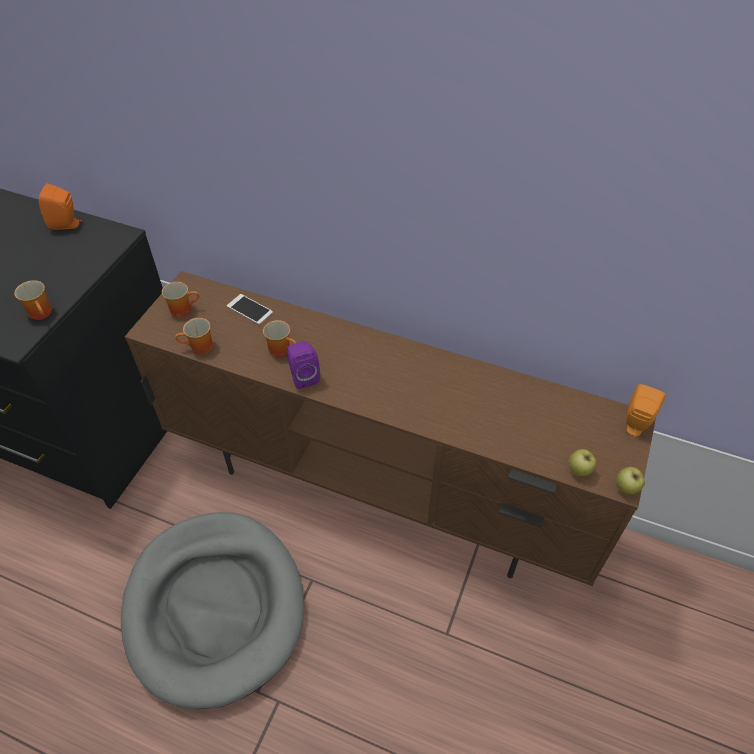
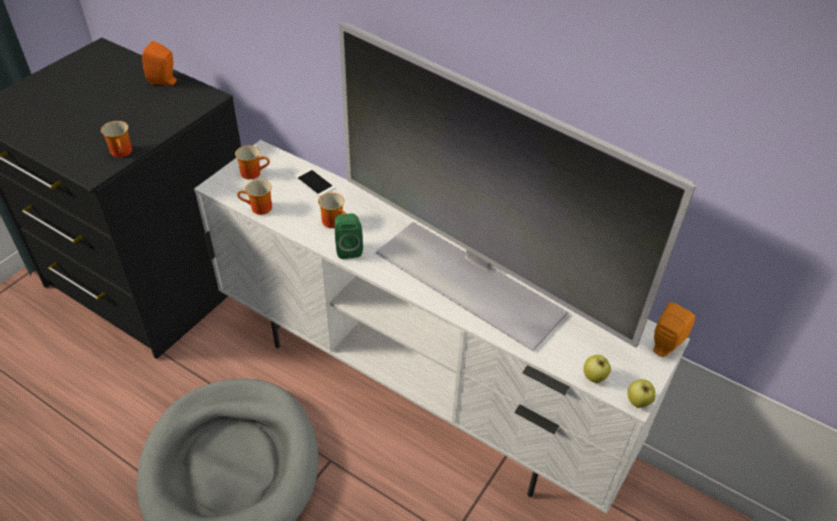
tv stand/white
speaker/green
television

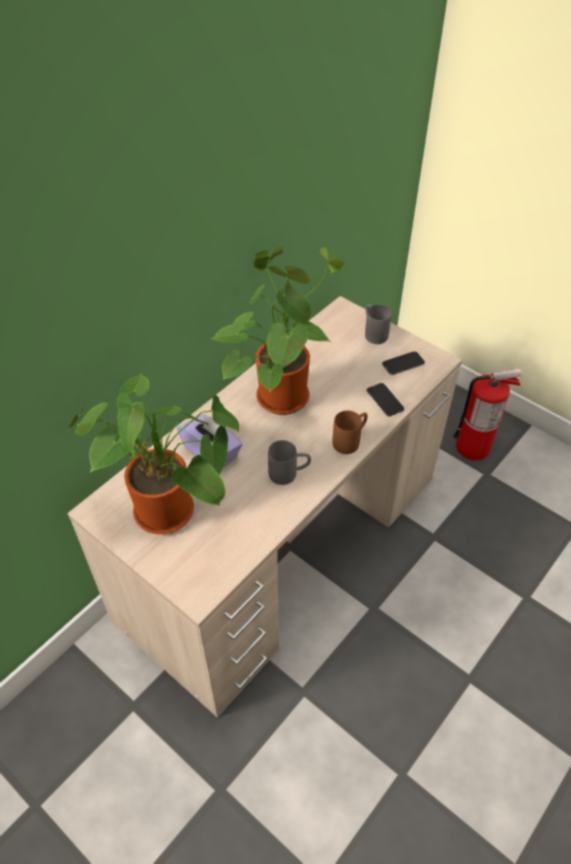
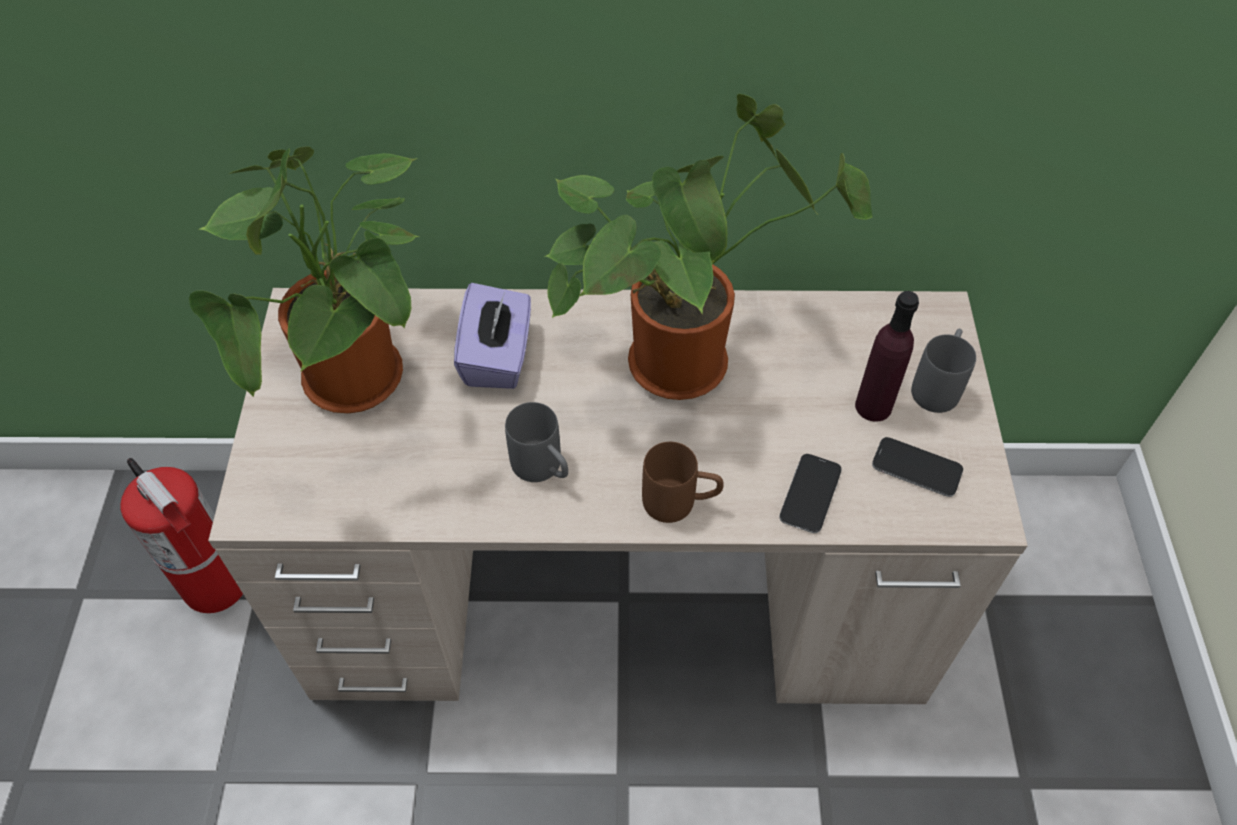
fire extinguisher
bottle/purple

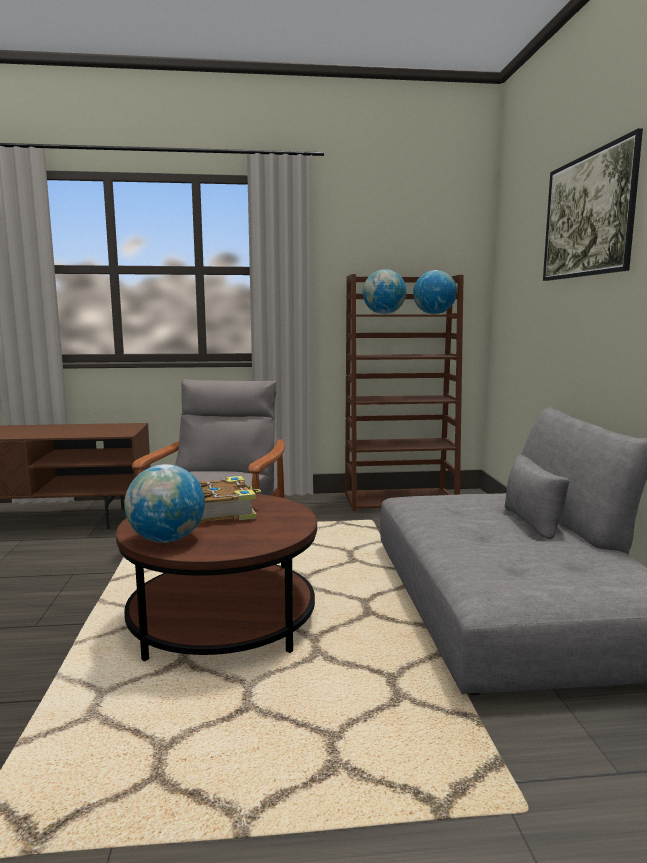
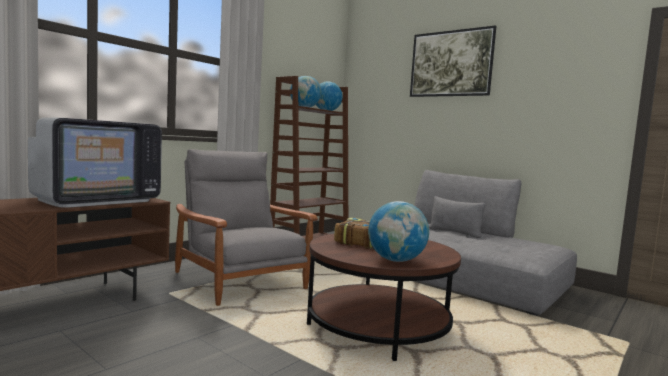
television

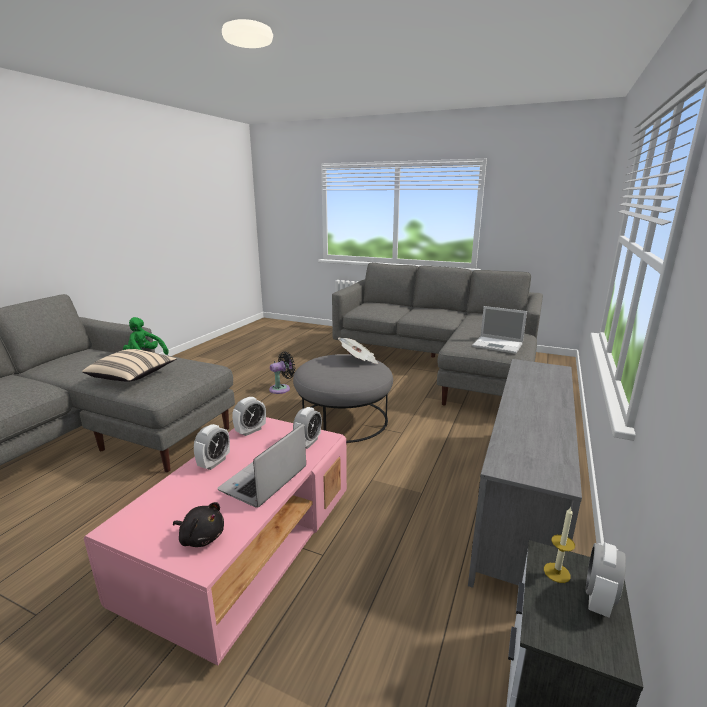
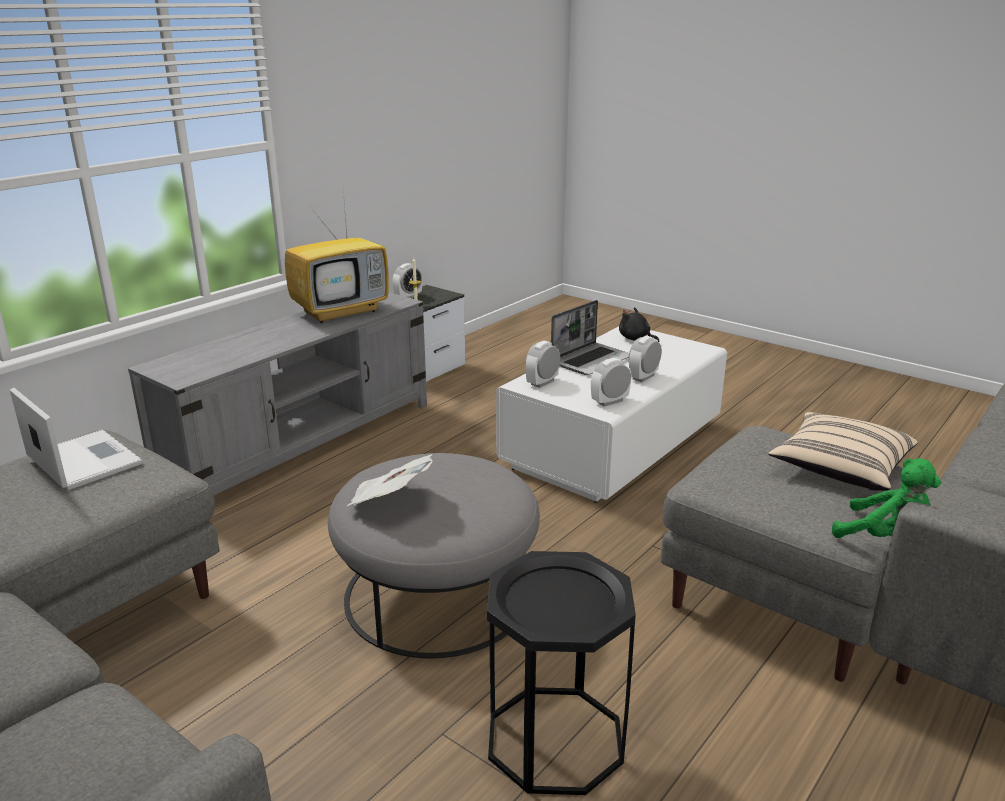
television
side table/black
coffee table/white

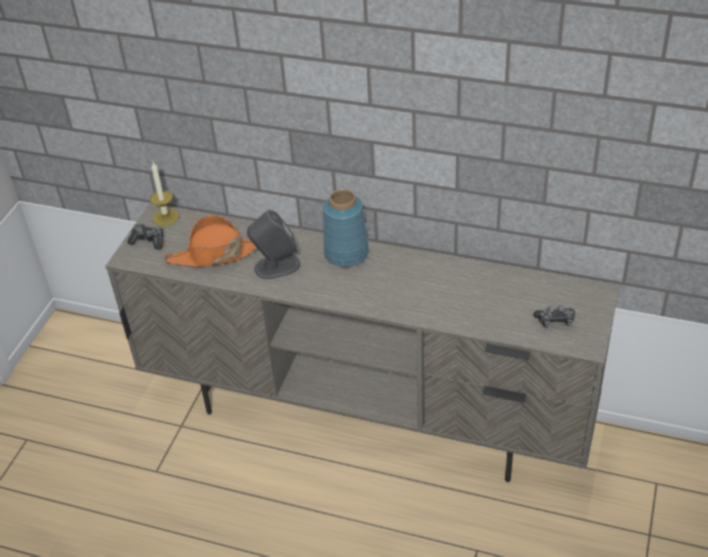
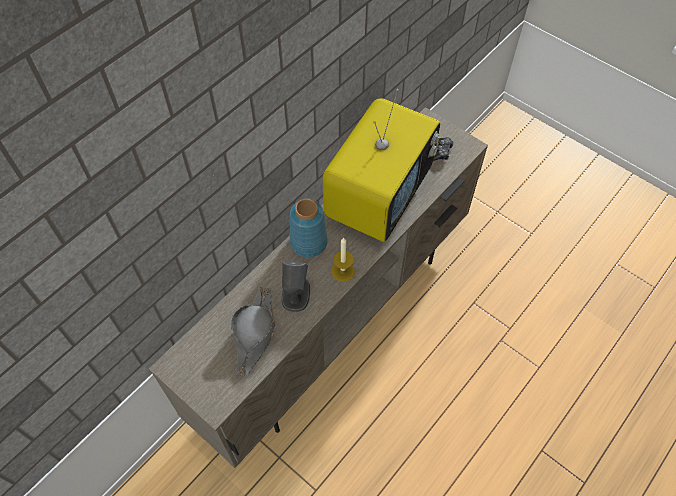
hat/grey
television
candle
game controller (1st from left in the first image)

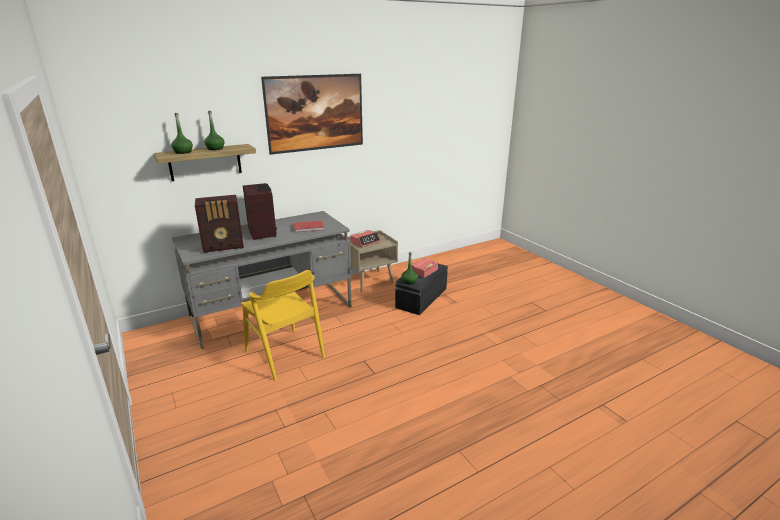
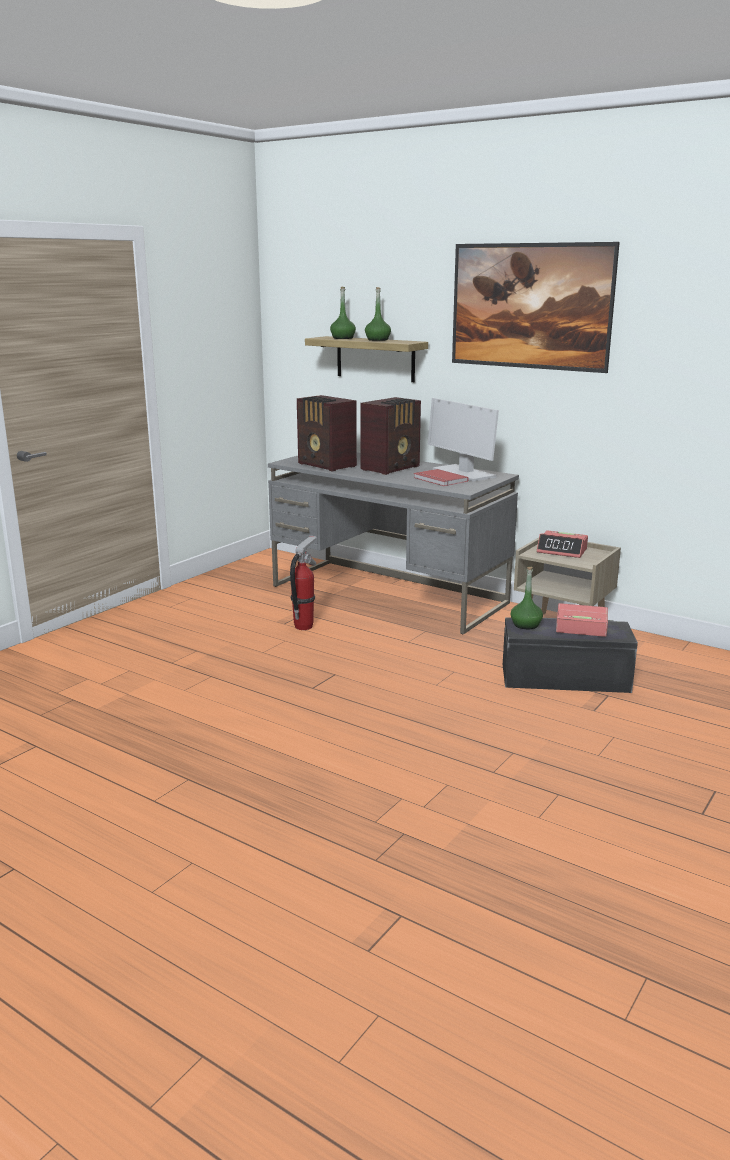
fire extinguisher
monitor

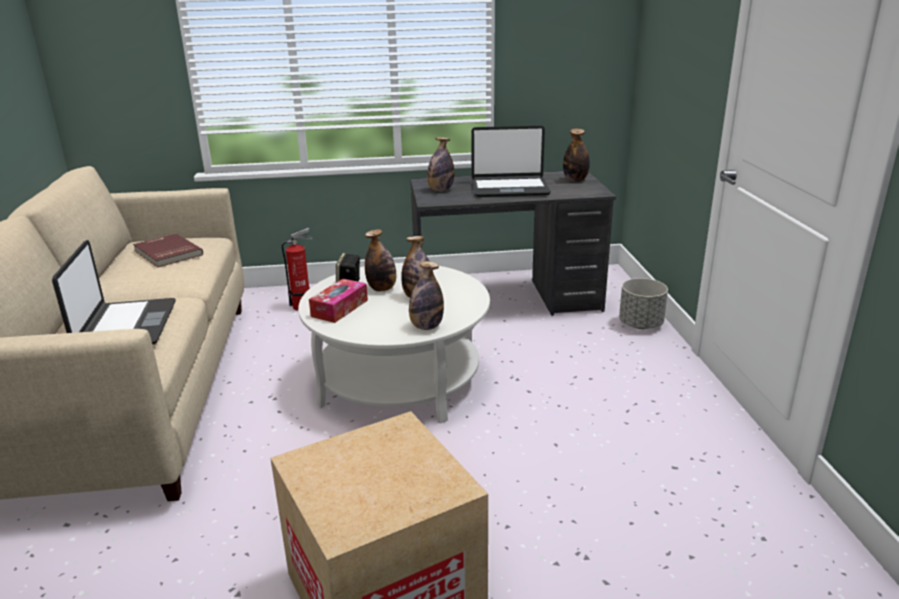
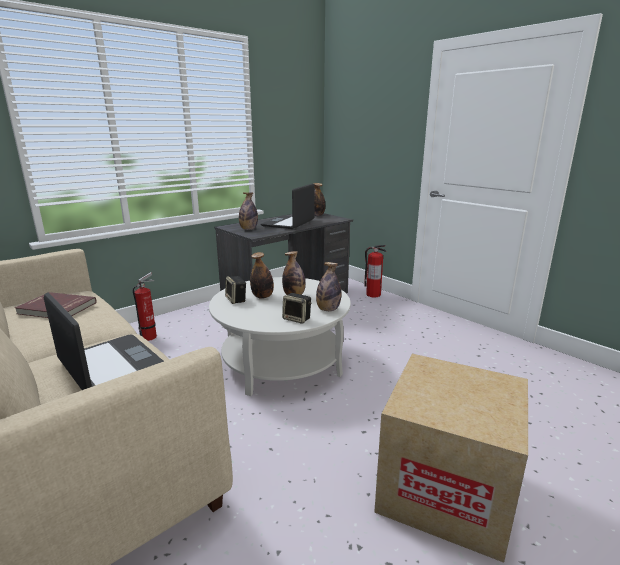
laptop (2nd from left)
speaker (2nd from left)
fire extinguisher (2nd from left)
tissue box

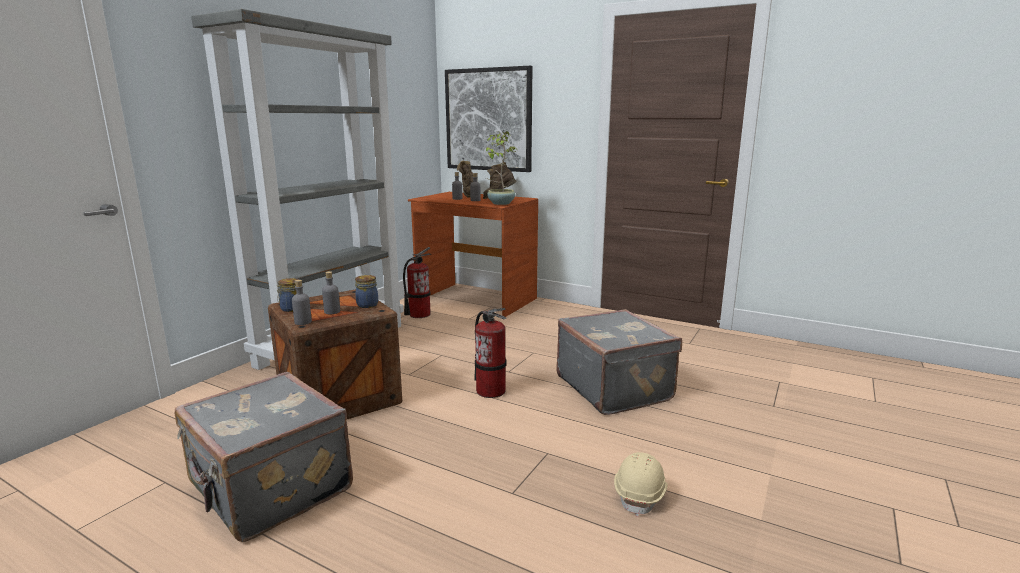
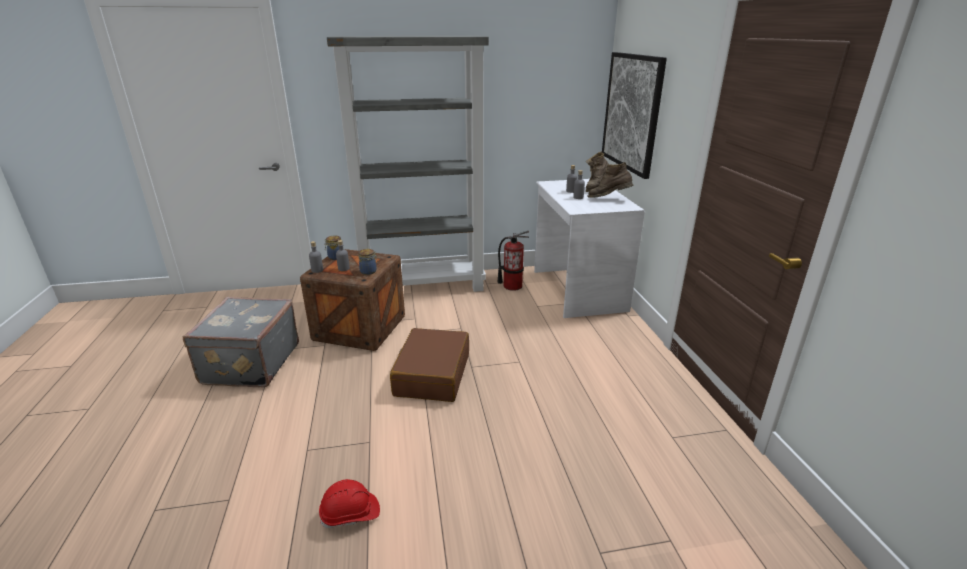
hard hat/red
suitcase/brown
desk/white
potted plant
suitcase/grey (2nd from left in the first image)

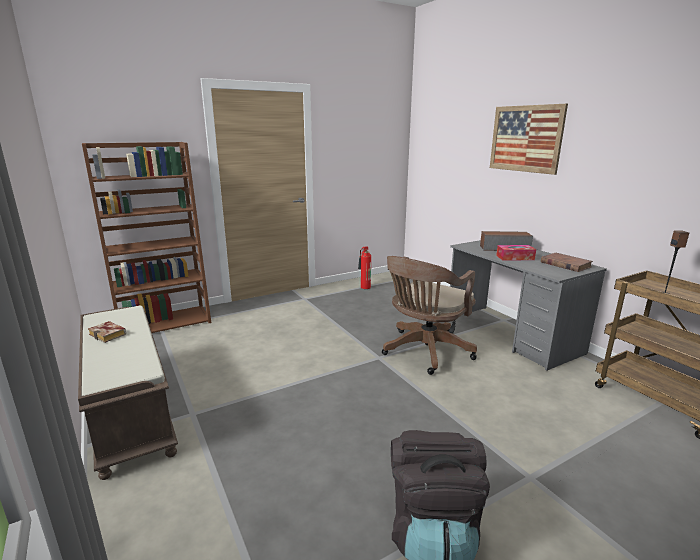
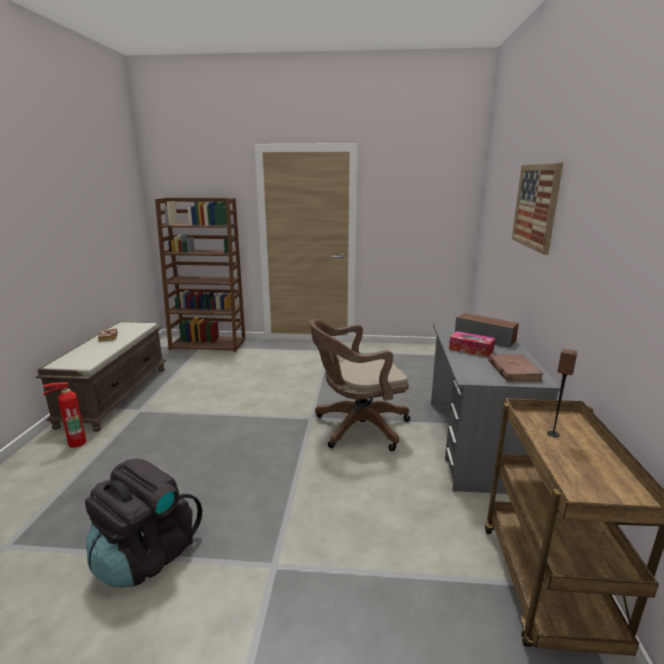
fire extinguisher

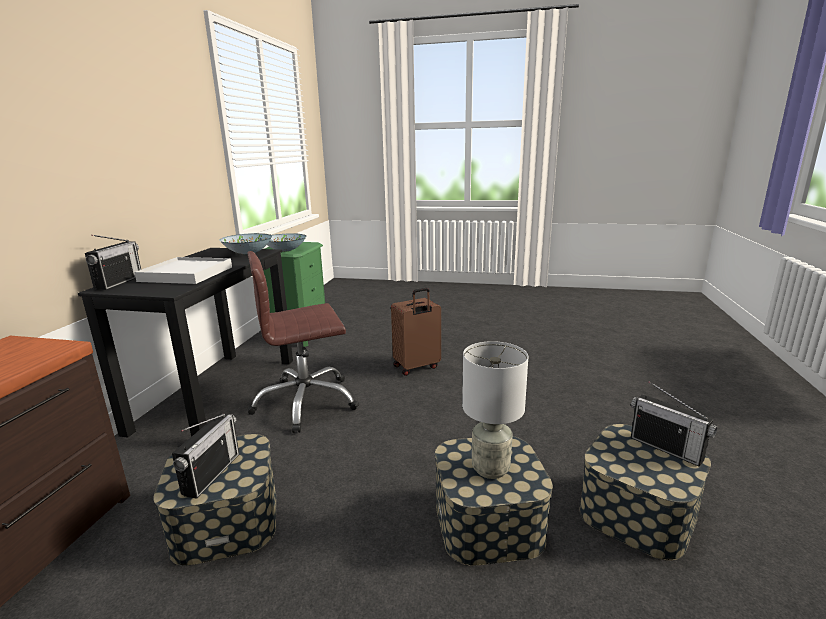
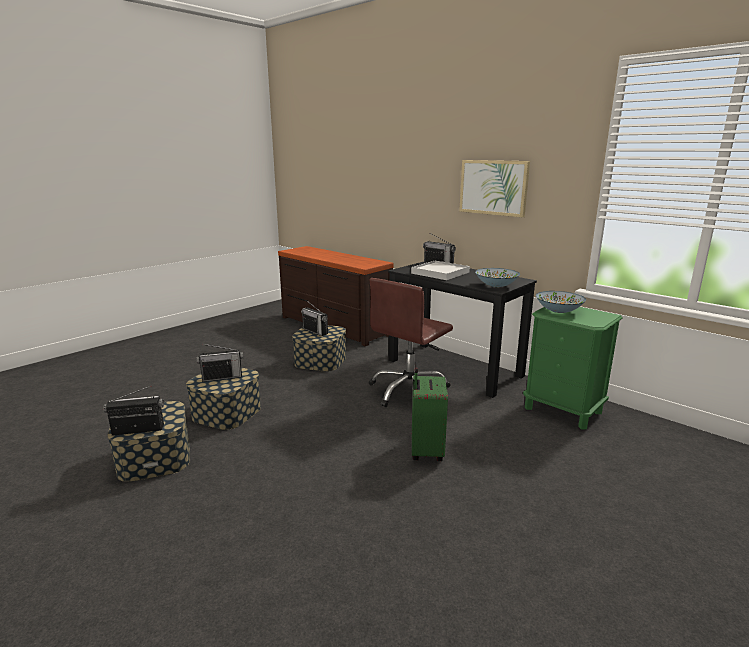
radio (2nd from left)
office chair/brown
suitcase/green
picture

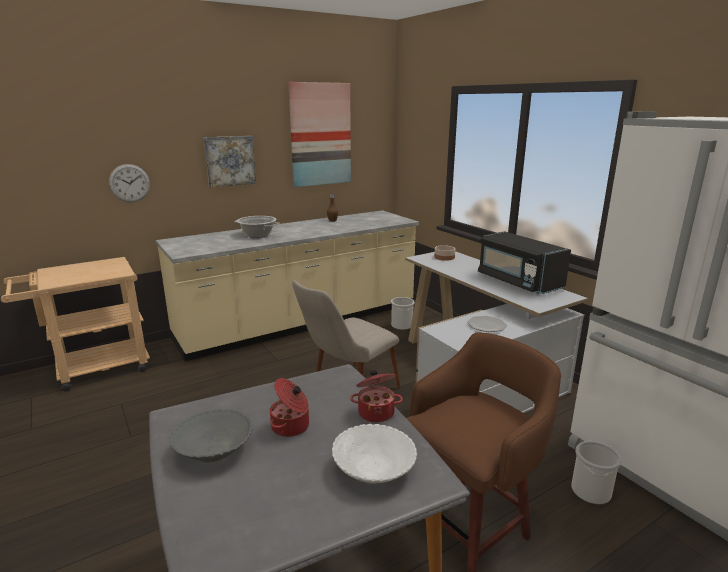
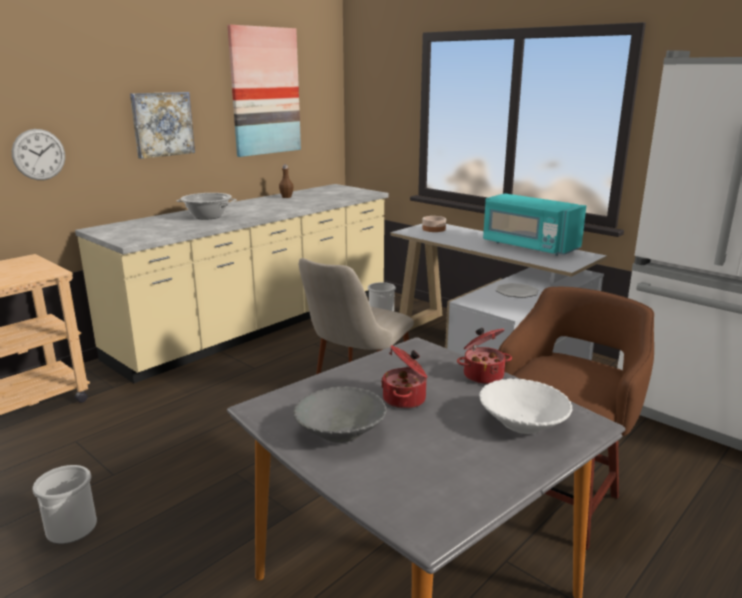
bucket (1st from left)
microwave/turquoise

